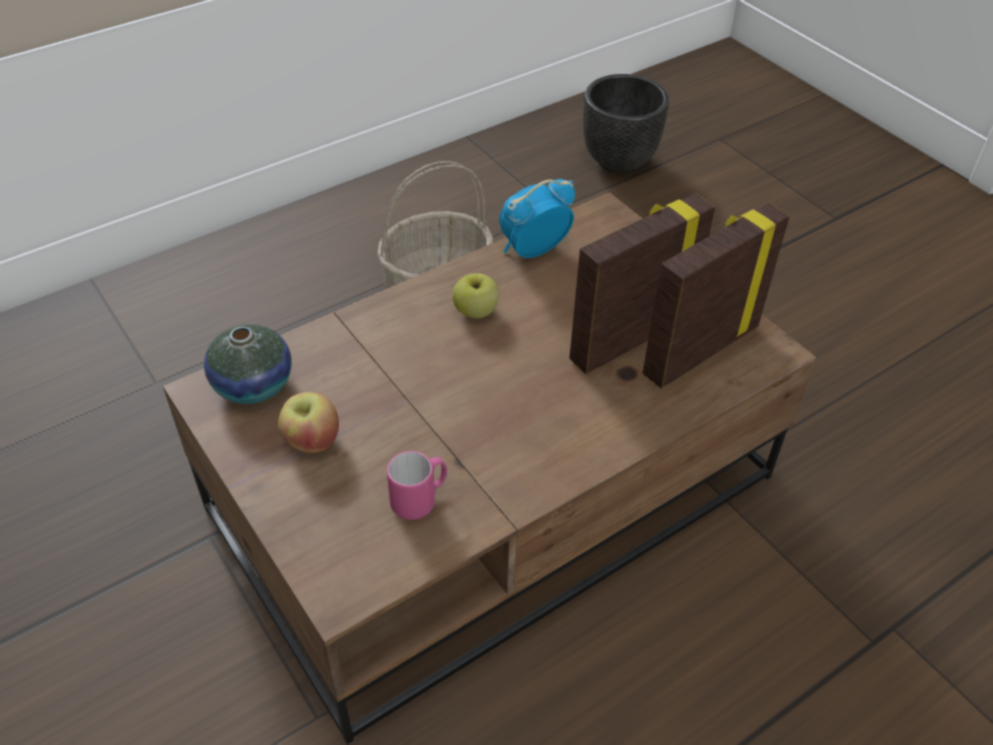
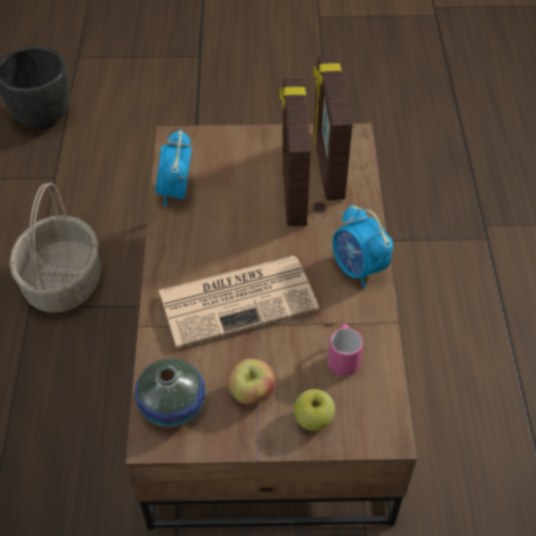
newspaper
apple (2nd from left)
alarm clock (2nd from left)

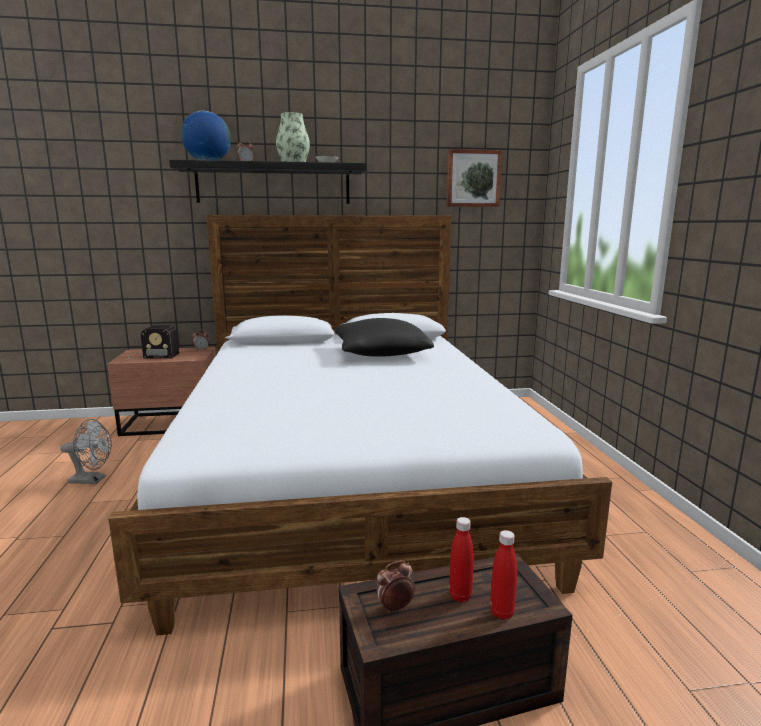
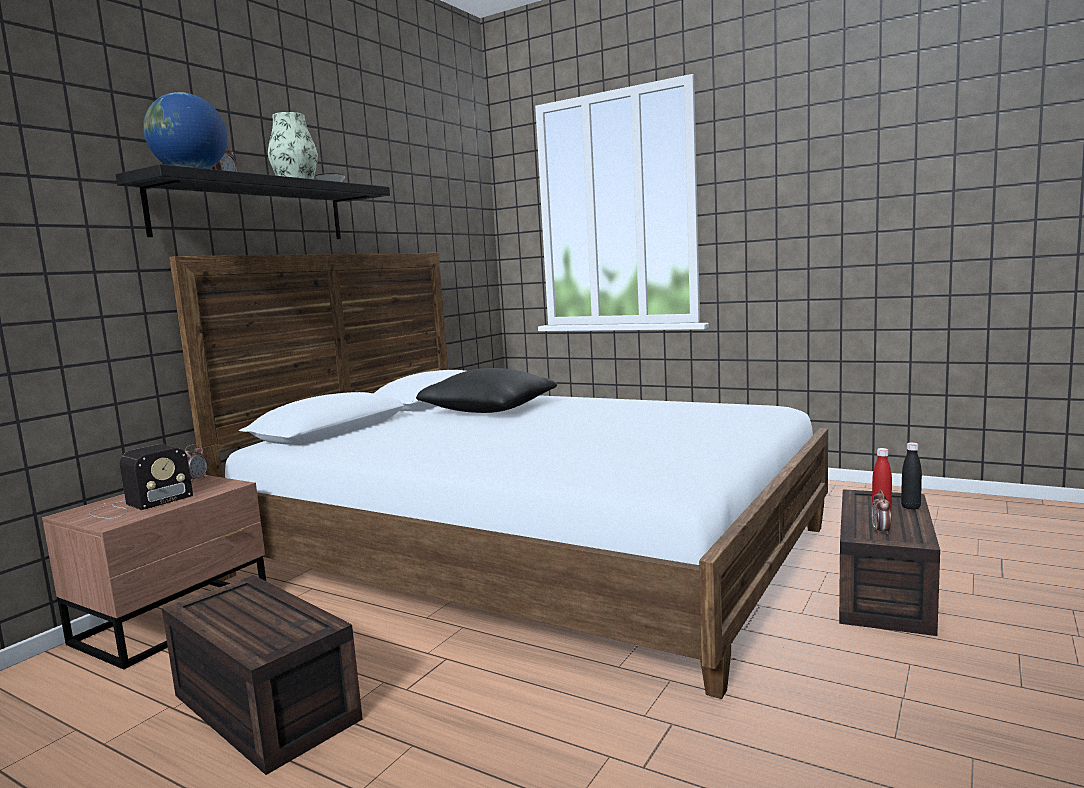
storage box/brown (1st from left)
bottle/black
picture

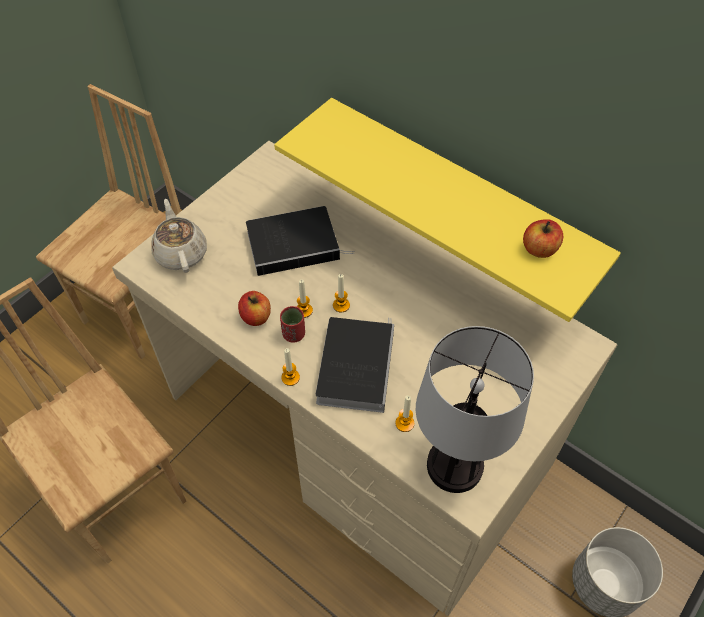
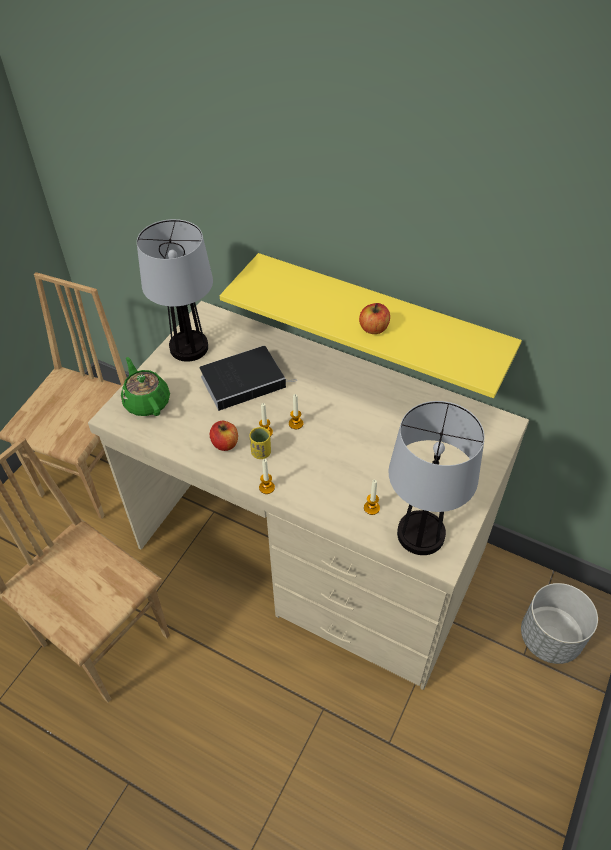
teapot/green
table lamp (1st from left)
cup/yellow
apple (2nd from left)
book (2nd from left in the first image)

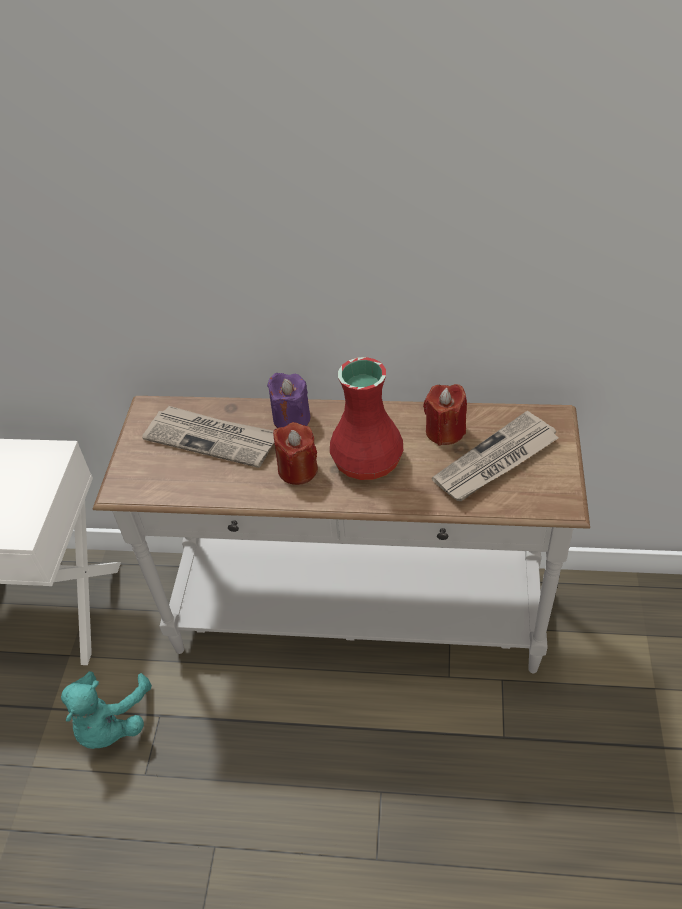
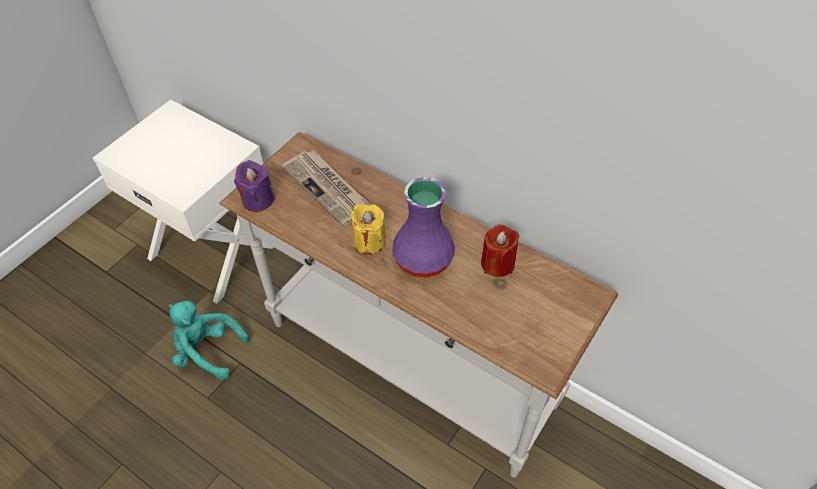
plush toy/turquoise
candle/purple
candle/yellow
vase/purple
newspaper (2nd from left in the first image)

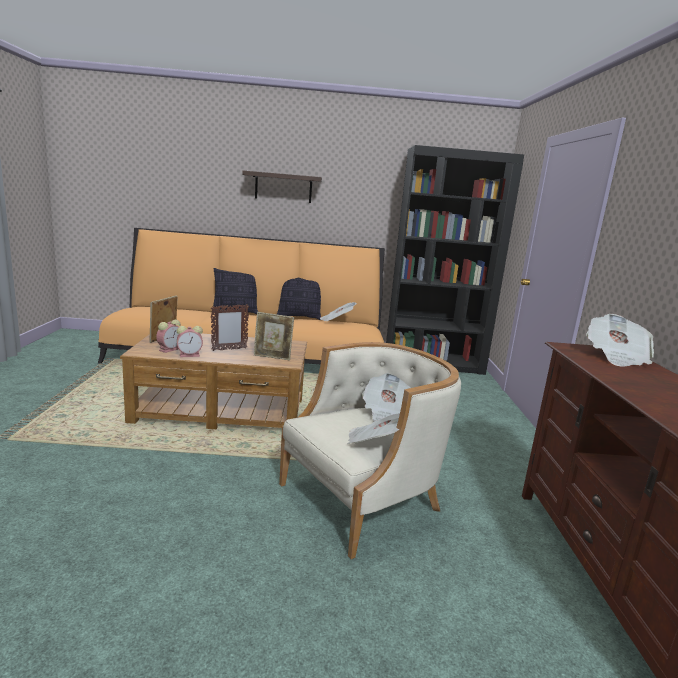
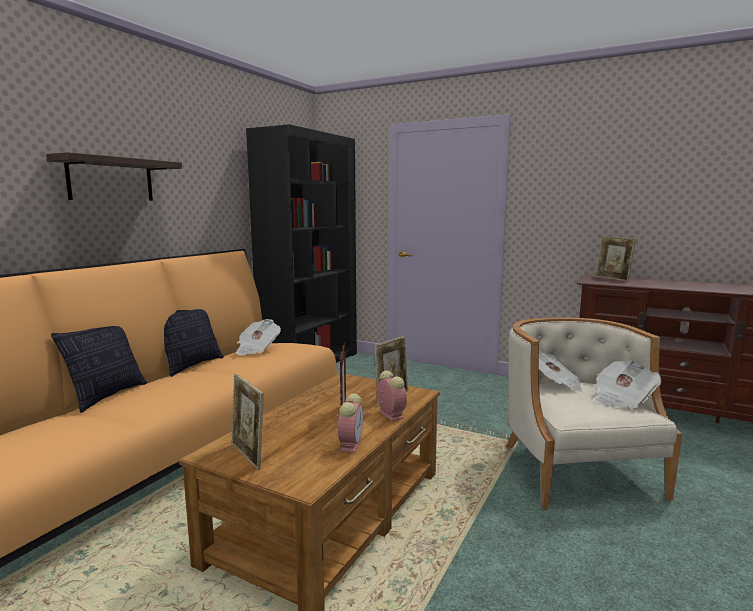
alarm clock (2nd from left)
picture frame (4th from left)

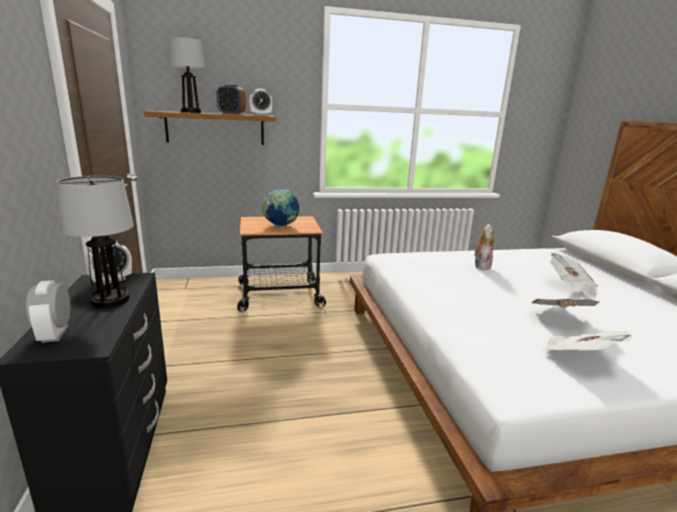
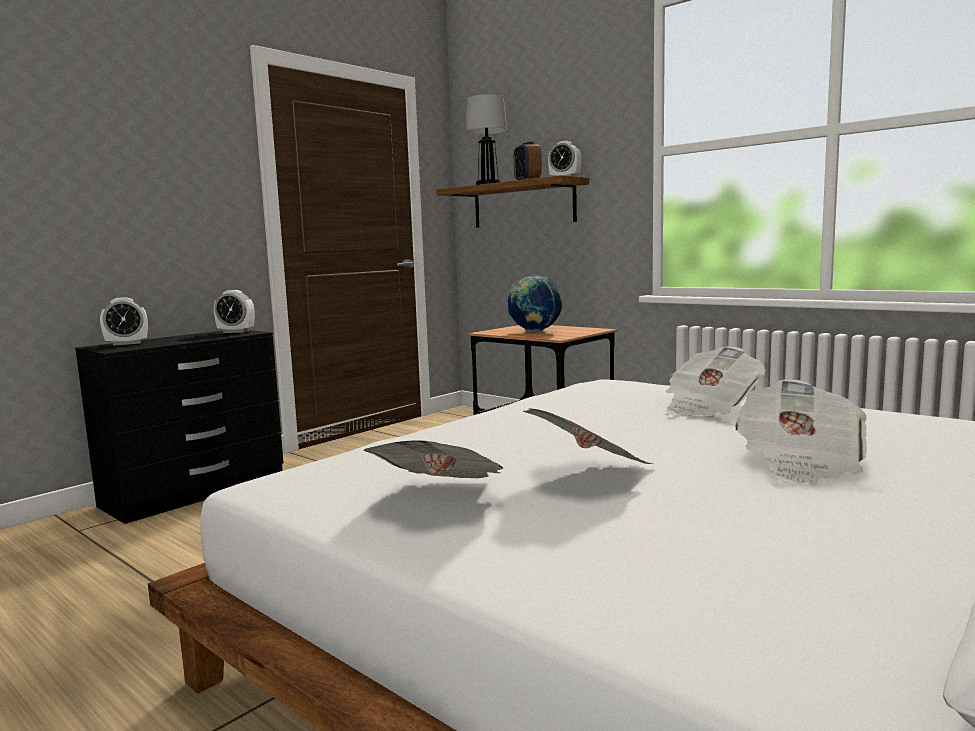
alarm clock (1st from left)
newspaper (3rd from left)
table lamp (1st from left in the first image)

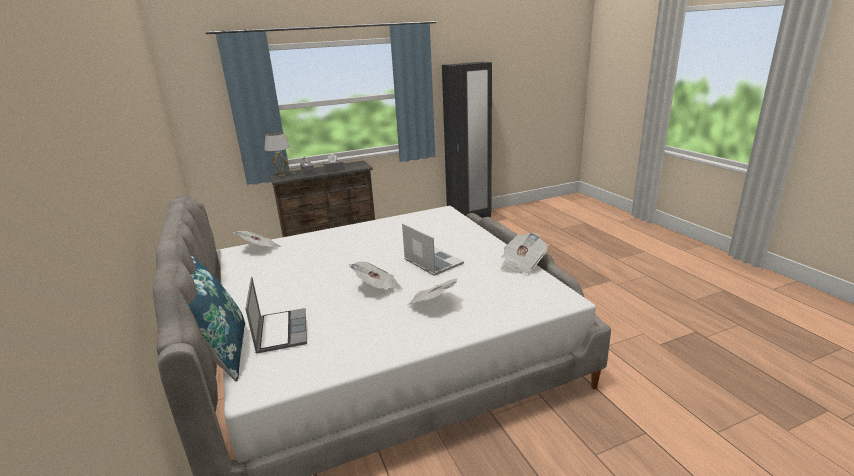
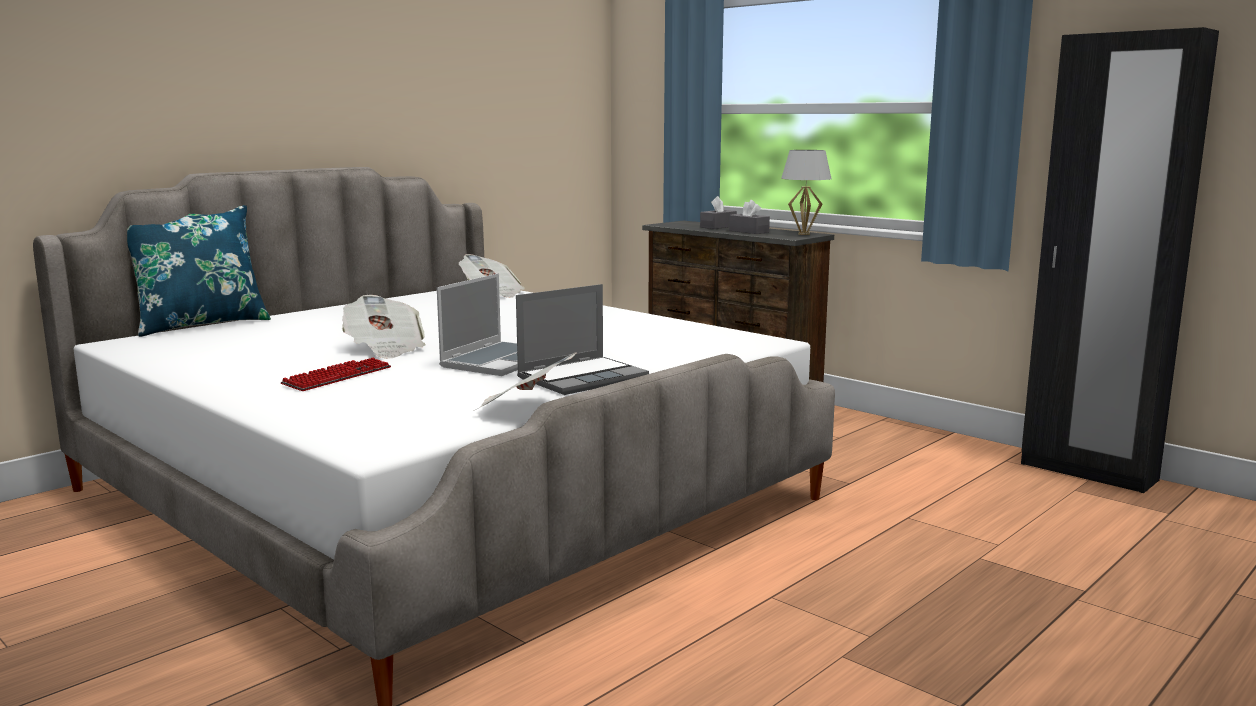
keyboard
laptop (2nd from left)
table lamp/white

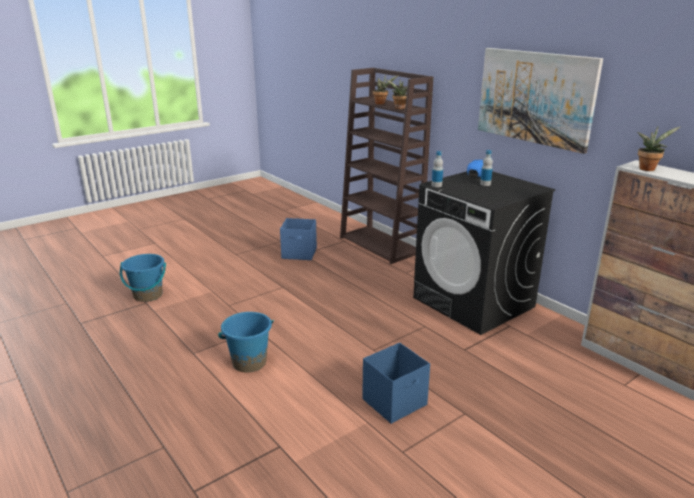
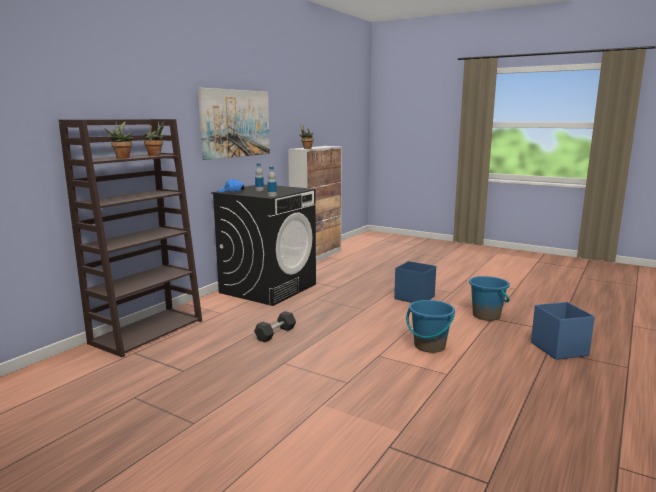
dumbbell/grey
bucket/blue (2nd from left)
storage box/blue (2nd from left)

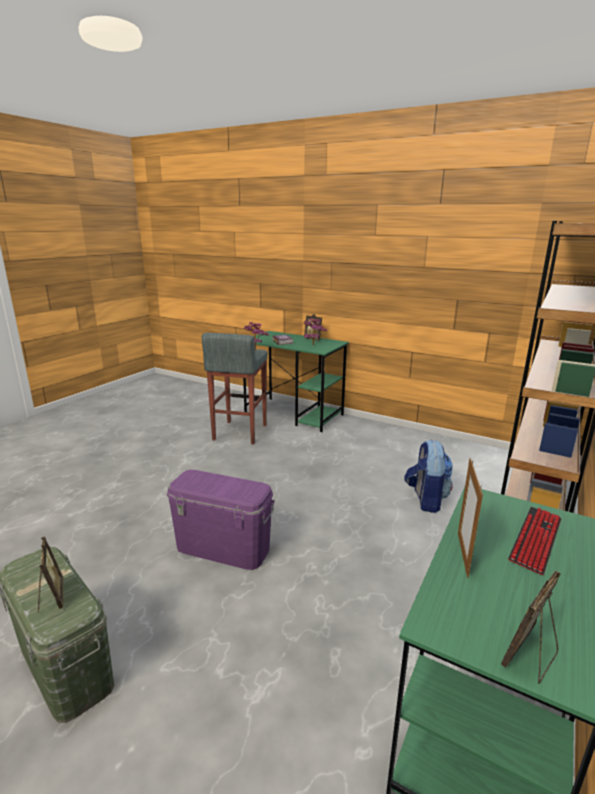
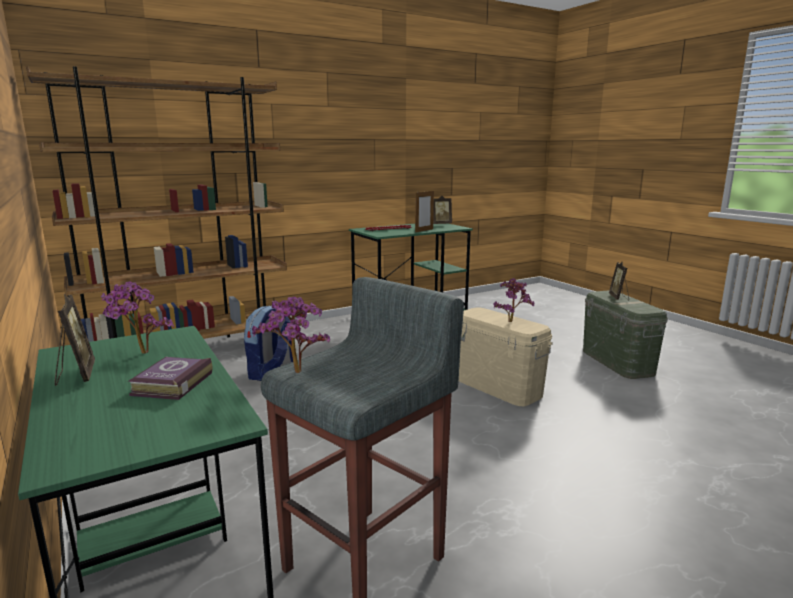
storage box/beige
potted plant (3rd from left)

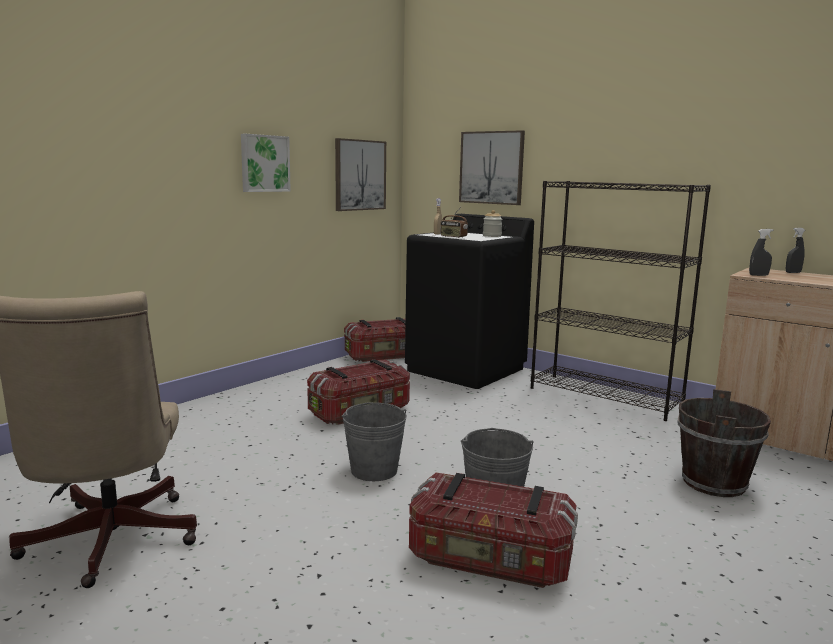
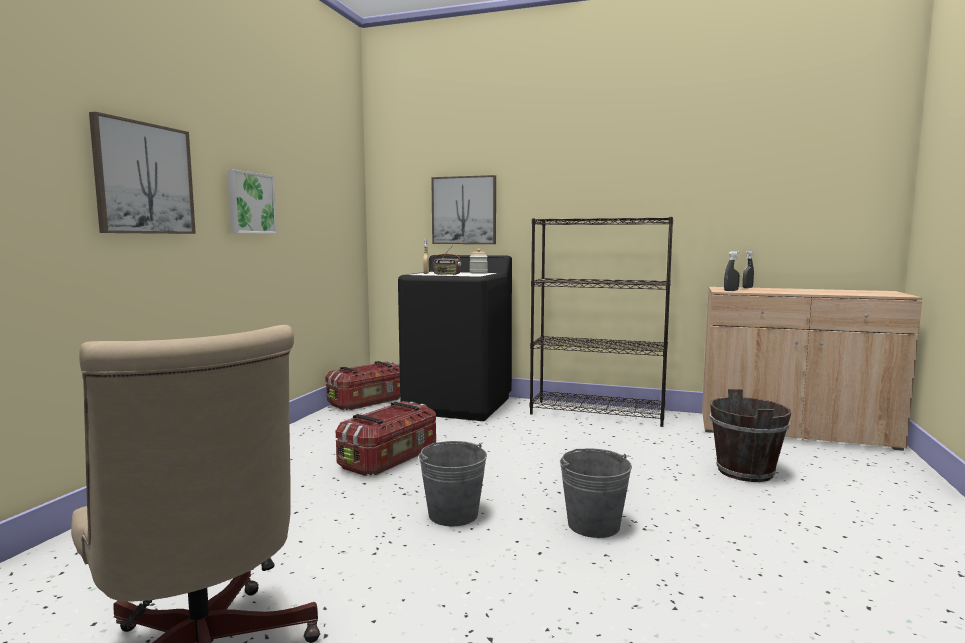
picture (1st from left)
storage box (3rd from left in the first image)

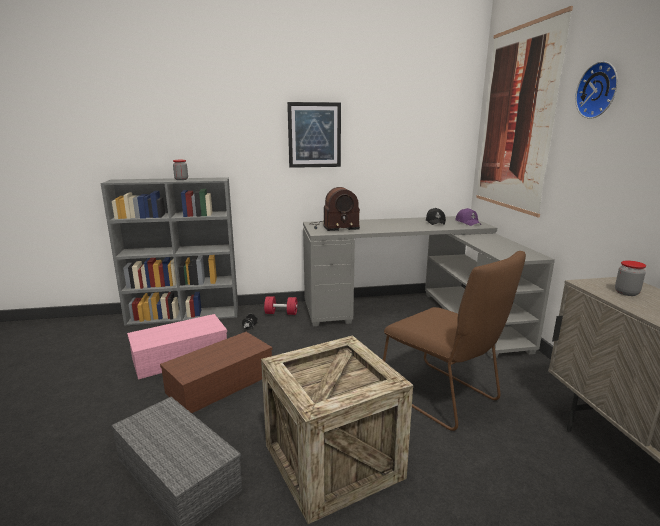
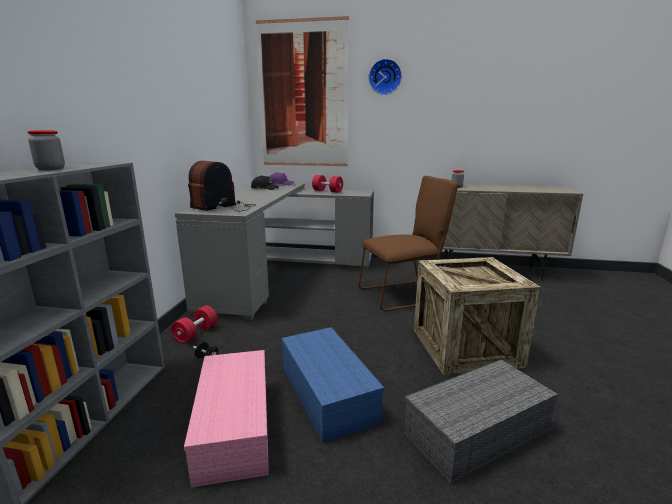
radio
storage box/blue
dumbbell/red (2nd from left)
picture (1st from left in the first image)

